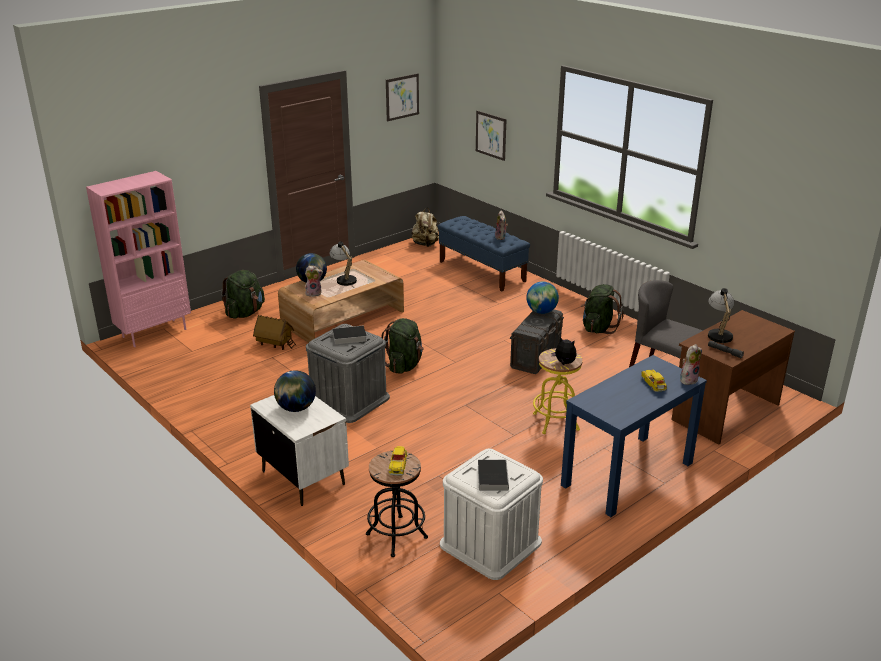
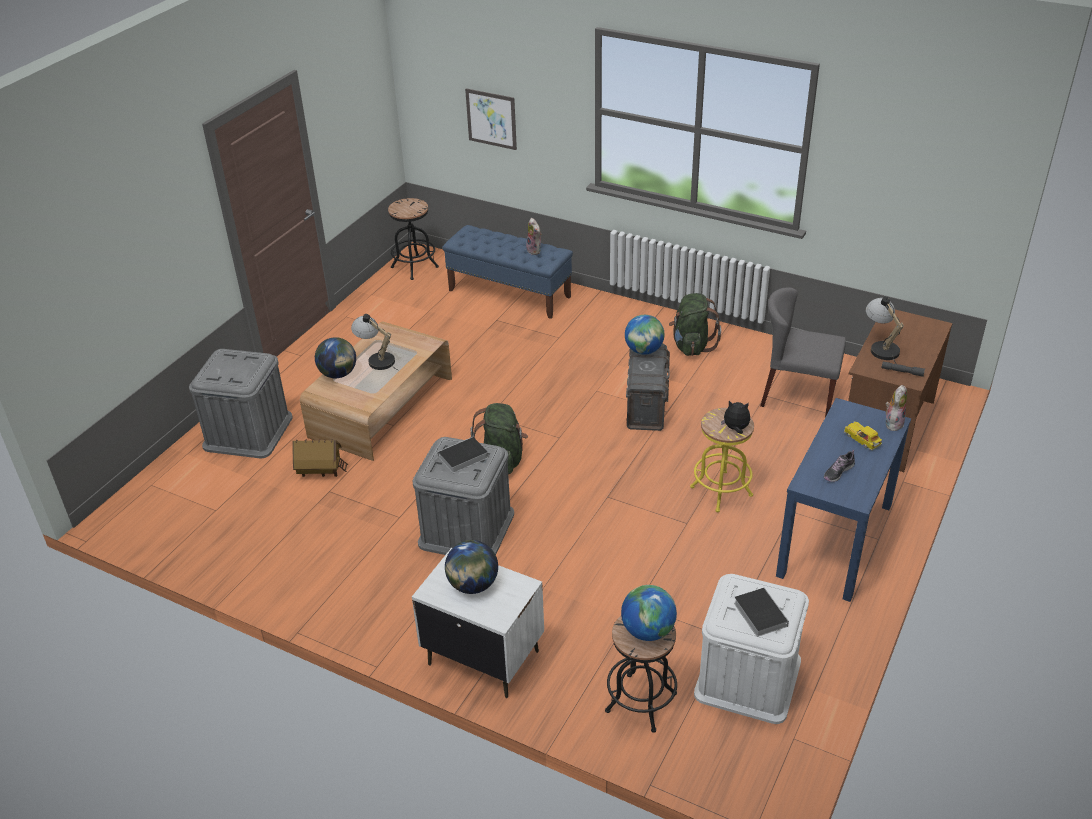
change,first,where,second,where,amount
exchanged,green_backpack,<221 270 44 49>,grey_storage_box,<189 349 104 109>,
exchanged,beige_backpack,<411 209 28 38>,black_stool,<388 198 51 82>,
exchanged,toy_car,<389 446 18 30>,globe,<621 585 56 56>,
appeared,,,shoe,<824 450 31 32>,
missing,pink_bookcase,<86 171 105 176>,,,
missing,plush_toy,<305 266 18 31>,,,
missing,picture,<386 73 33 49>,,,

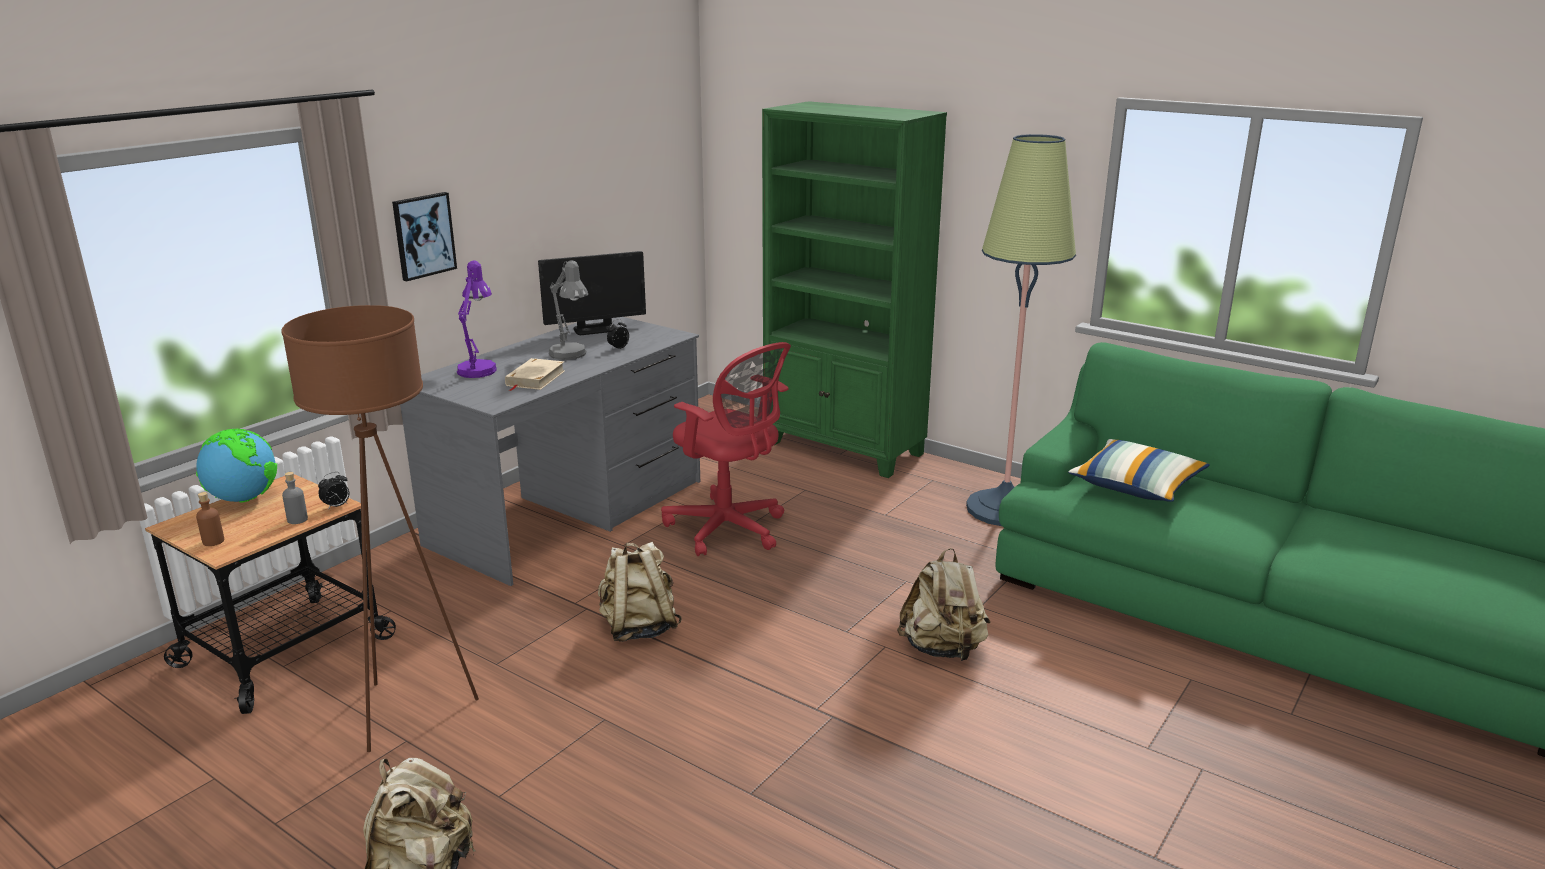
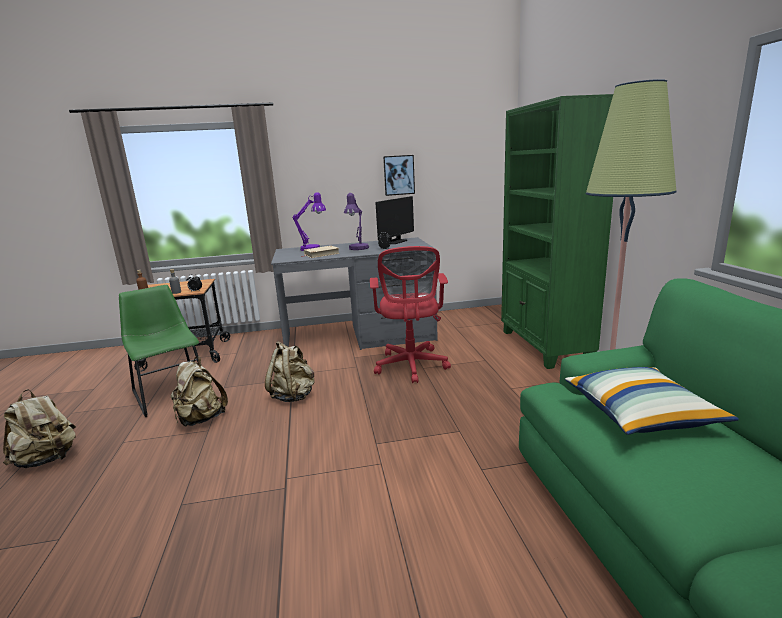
change,first,where,second,where,amount
exchanged,brown_floor_lamp,<281 305 198 447>,green_chair,<119 285 83 132>,
relocated,beige_backpack,<897 548 93 113>,,<171 356 57 71>,
colour,grey_table_lamp,<549 261 39 99>,purple_table_lamp,<344 193 25 57>,
spun,monitor,<538 251 108 84>,,<376 196 38 48>,75 degrees counterclockwise
relocated,picture,<392 192 65 89>,,<383 155 32 41>,
missing,globe,<196 429 81 74>,,,

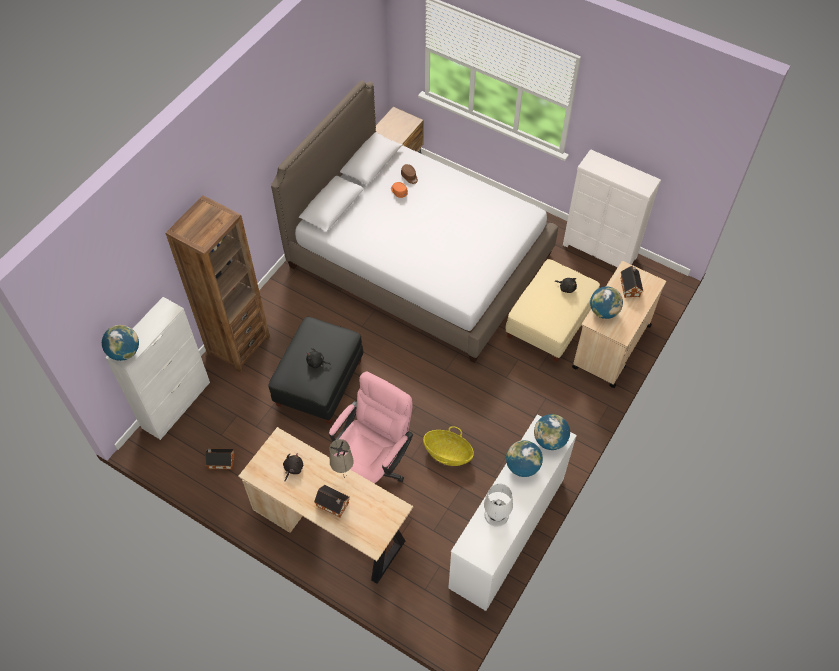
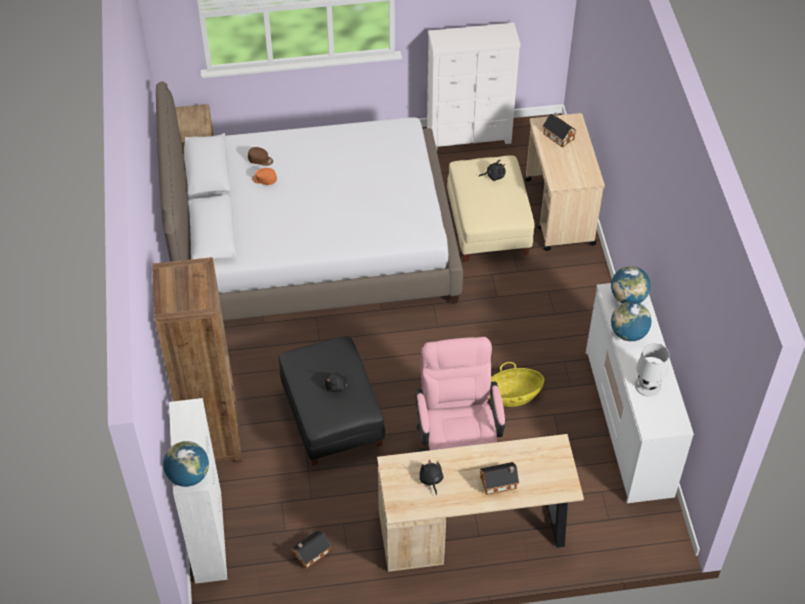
change,first,where,second,where,amount
missing,beige_table_lamp,<329 439 25 38>,,,
missing,globe,<590 286 33 33>,,,

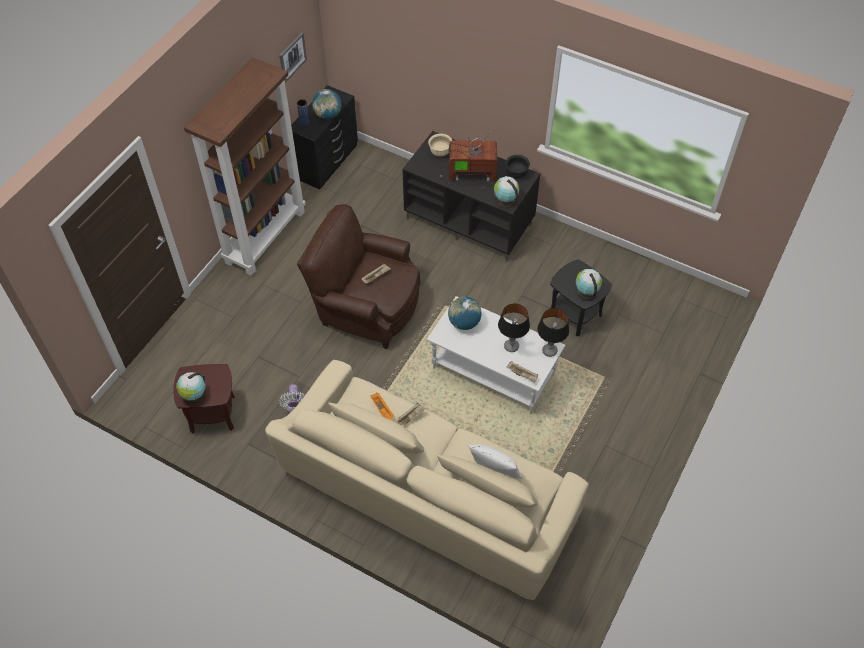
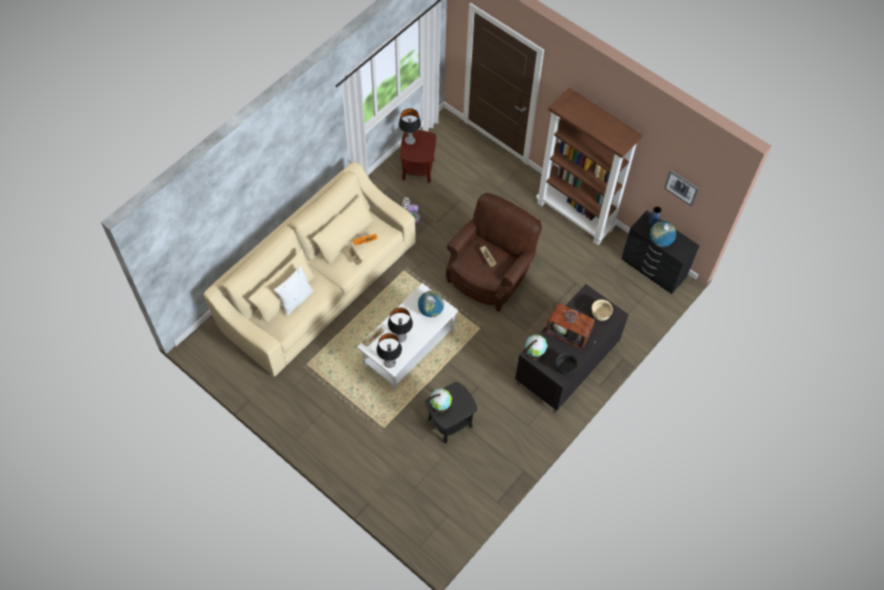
change,first,where,second,where,amount
exchanged,globe,<176 372 30 32>,table_lamp,<399 108 22 37>,
spun,television,<440 128 57 61>,,<545 303 51 46>,105 degrees clockwise

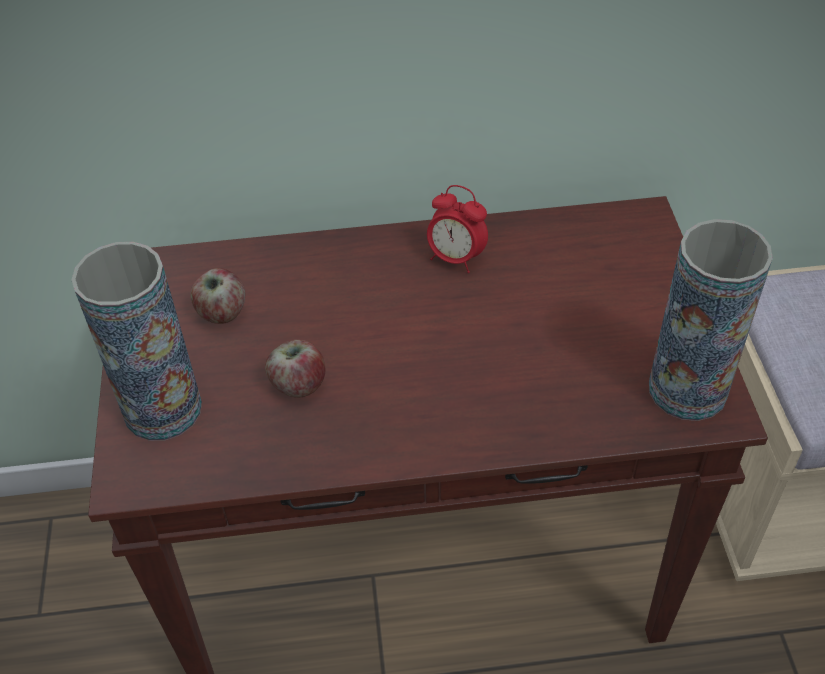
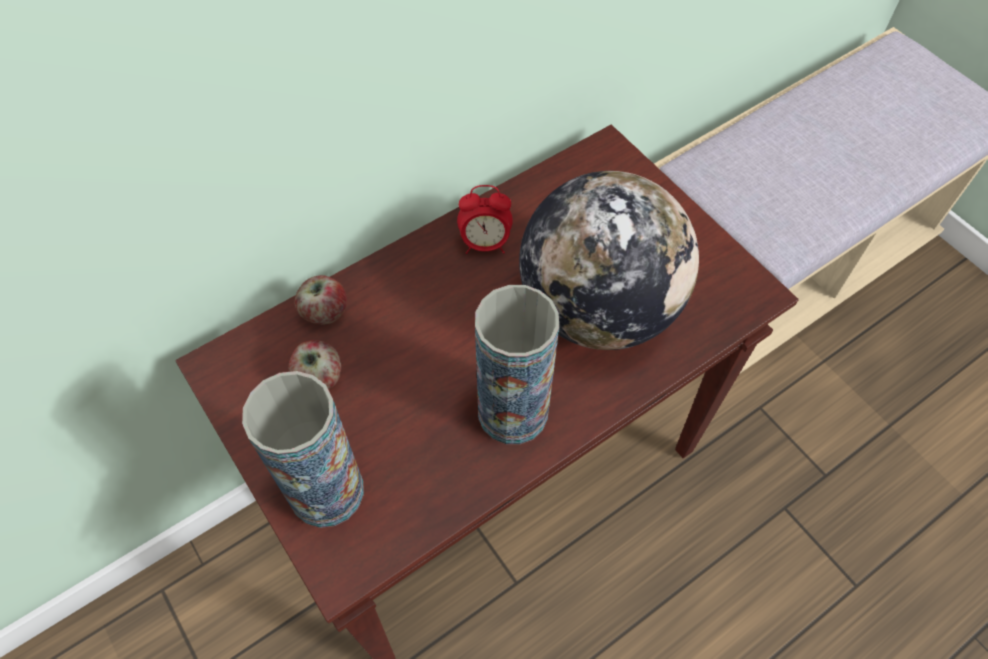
change,first,where,second,where,amount
relocated,apple,<265 340 60 58>,,<295 275 52 50>,
relocated,vase,<649 219 124 202>,,<475 285 84 159>,
appeared,,,globe,<519 171 180 179>,

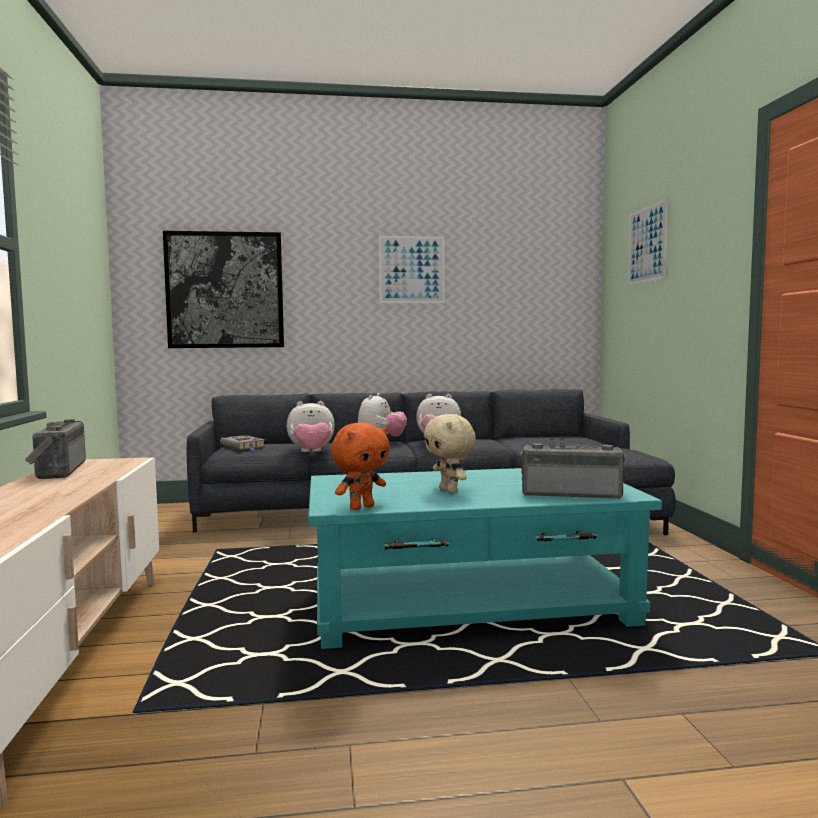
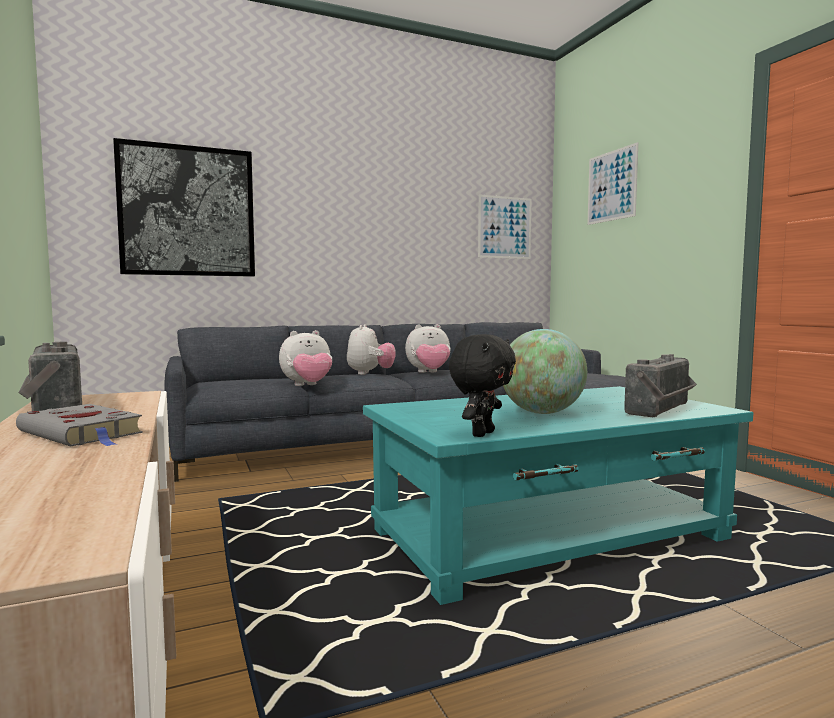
change,first,where,second,where,amount
relocated,grey_book,<220 435 46 15>,,<16 404 127 43>,
colour,orange_plush_toy,<331 423 59 87>,black_plush_toy,<449 334 67 103>,
relocated,picture,<379 236 66 67>,,<478 194 54 65>,
exchanged,beige_plush_toy,<424 414 52 79>,globe,<503 329 84 85>,
spun,radio,<520 441 105 58>,,<624 354 73 63>,135 degrees clockwise

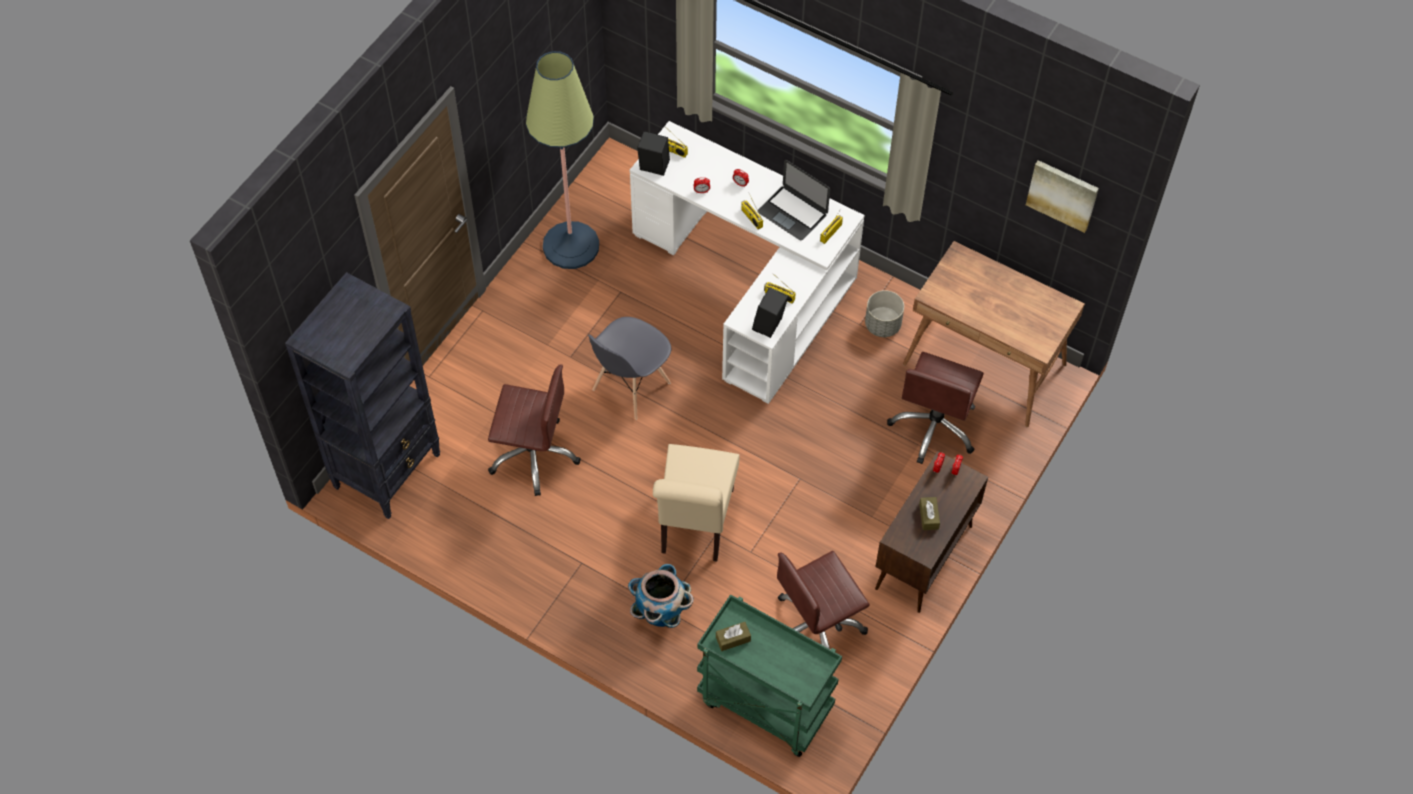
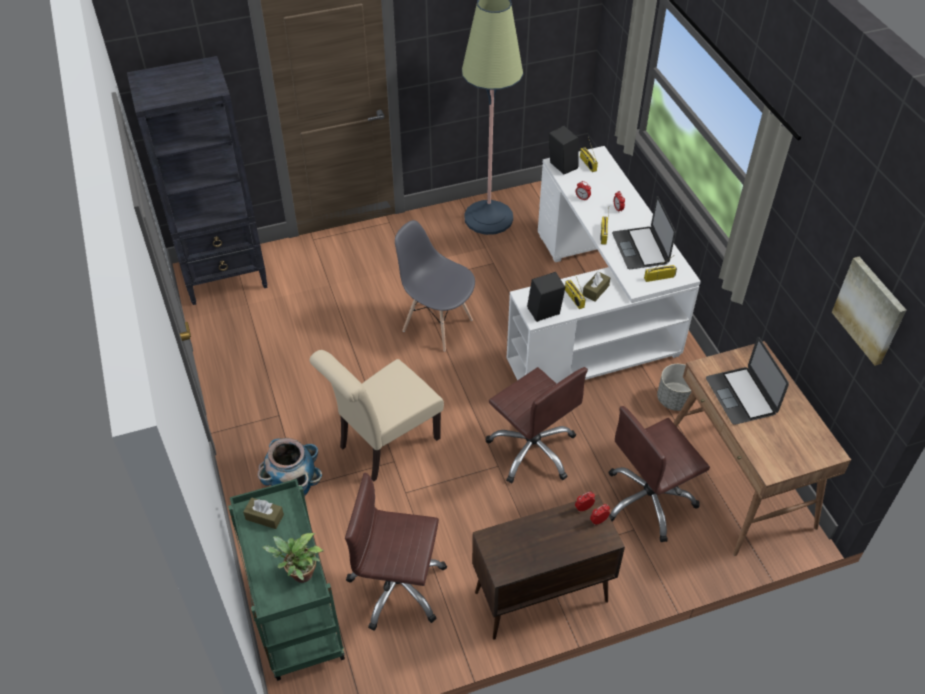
change,first,where,second,where,amount
appeared,,,potted_plant,<262 533 62 50>,
spun,grey_chair,<588 317 83 103>,,<395 220 80 132>,45 degrees clockwise
relocated,brown_office_chair,<488 364 93 132>,,<485 367 103 117>,
relocated,brown_tissue_box,<919 497 21 33>,,<583 272 28 29>,
appeared,,,laptop,<706 337 83 88>,

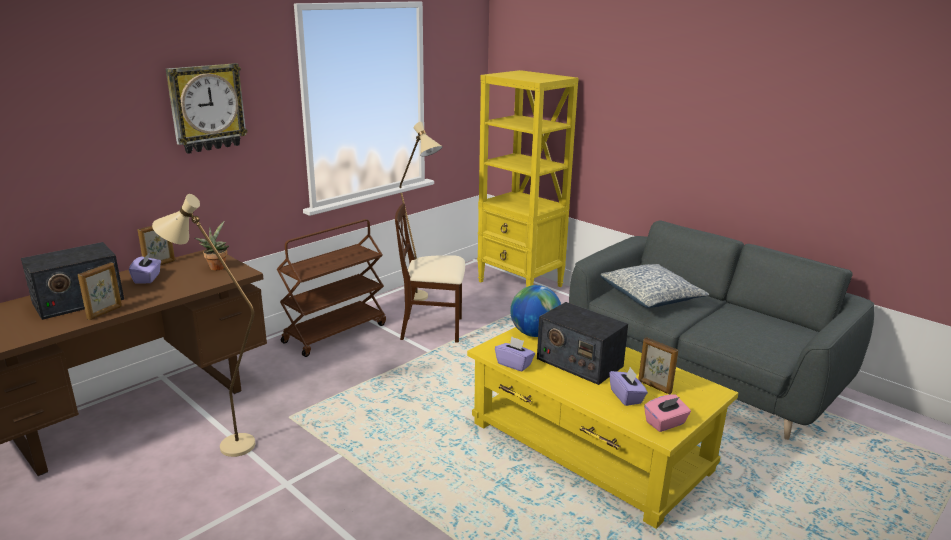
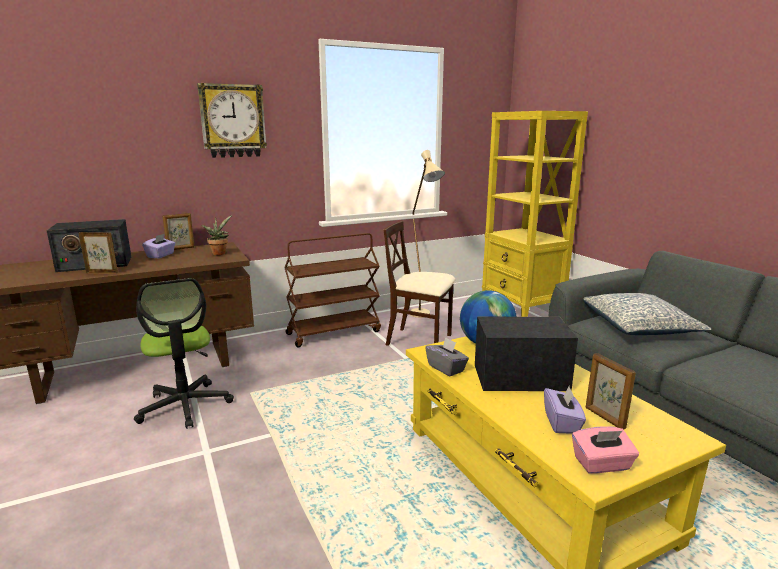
change,first,where,second,where,amount
spun,picture_frame,<78 262 44 58>,,<79 232 39 42>,135 degrees counterclockwise
exchanged,beige_floor_lamp,<152 194 103 263>,office_chair,<134 278 100 151>,
colour,purple_tissue_box,<495 336 40 35>,grey_tissue_box,<425 337 44 39>,
spun,radio,<537 302 91 83>,,<475 317 103 74>,120 degrees clockwise

